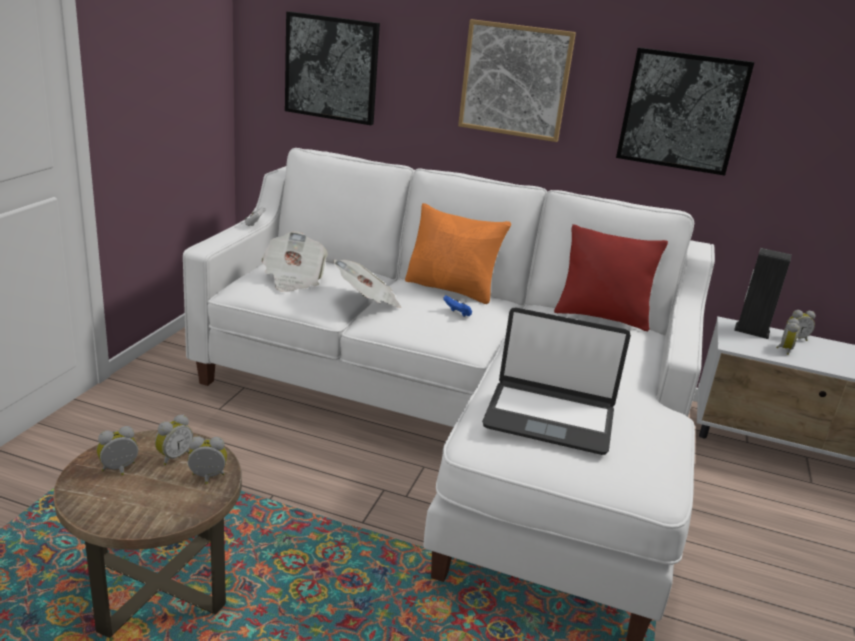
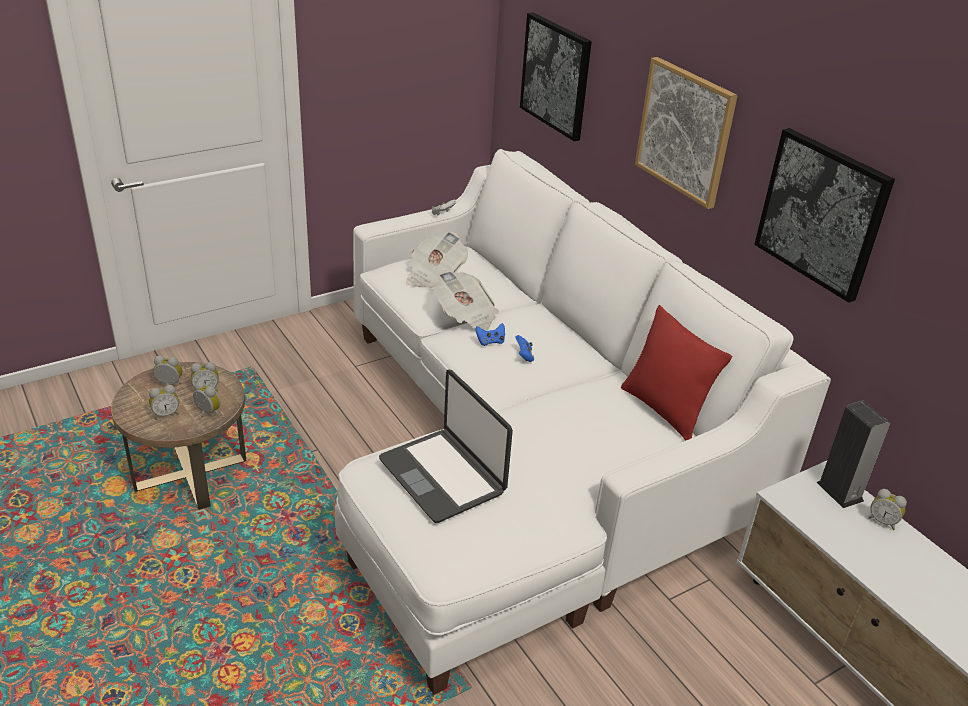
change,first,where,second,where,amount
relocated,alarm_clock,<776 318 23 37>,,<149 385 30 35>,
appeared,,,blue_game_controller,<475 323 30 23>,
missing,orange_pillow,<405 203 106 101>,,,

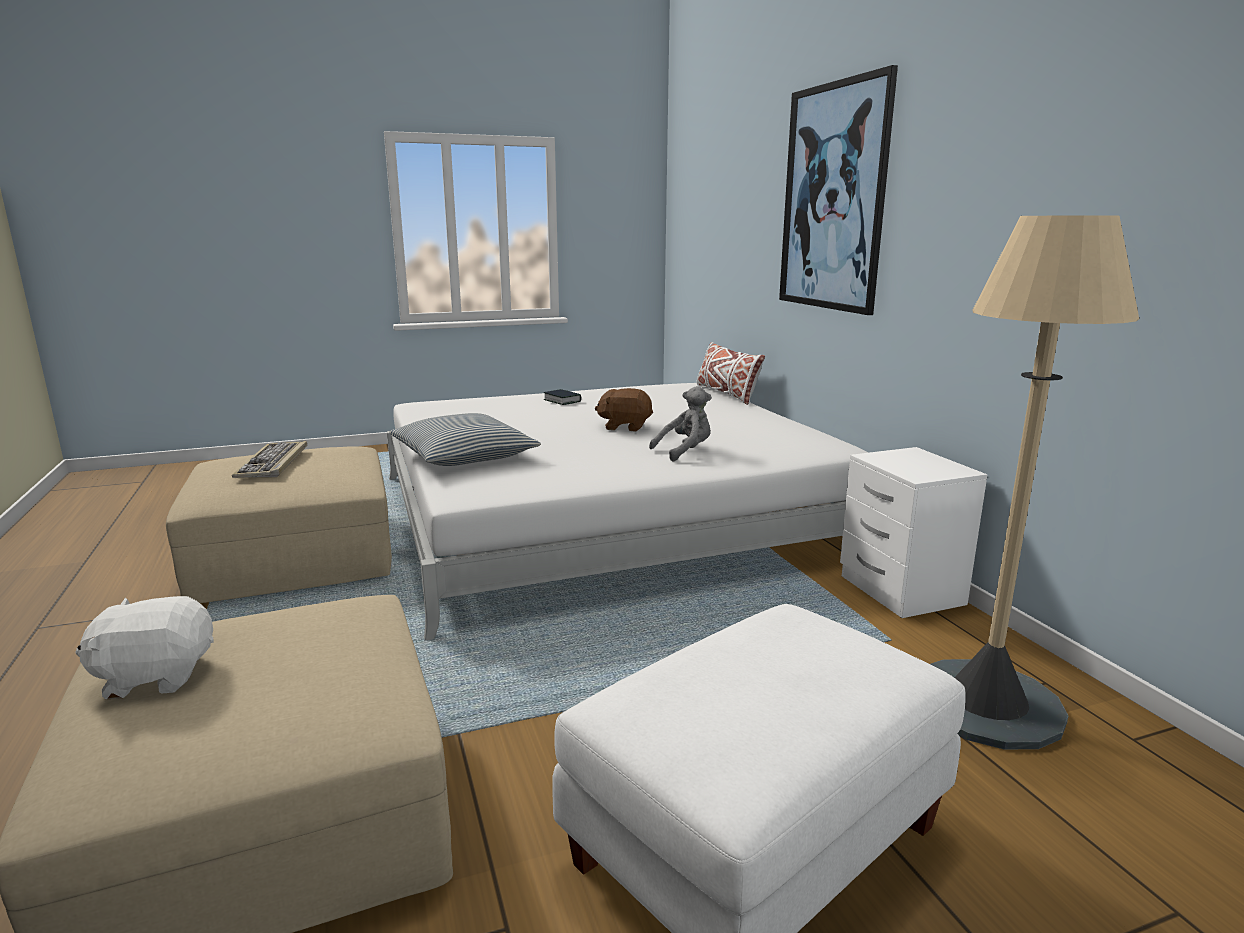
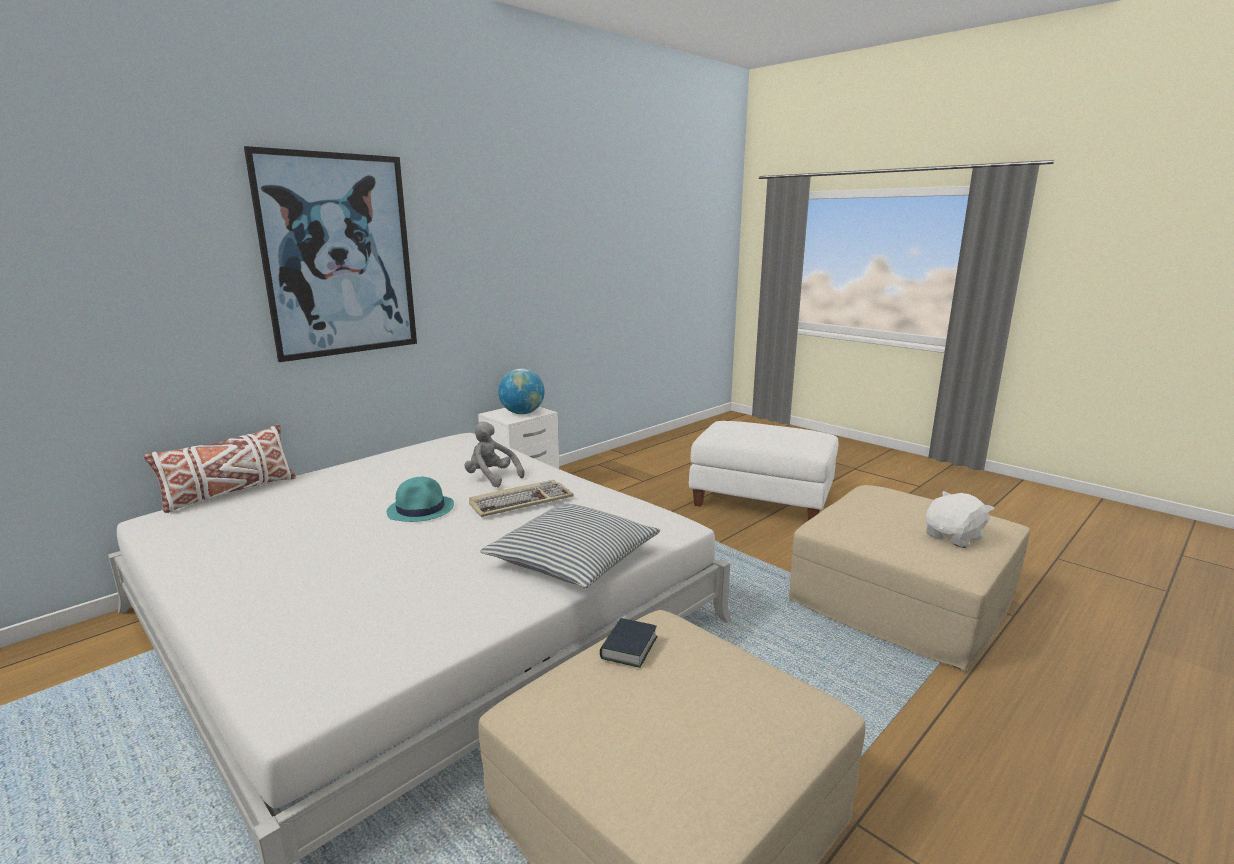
change,first,where,second,where,amount
exchanged,brown_plush_toy,<595 388 58 43>,turquoise_hat,<387 477 67 45>,
relocated,keyboard,<232 441 75 37>,,<469 480 105 37>,
appeared,,,globe,<498 368 47 46>,
relocated,book,<544 389 37 16>,,<600 618 58 49>,
spun,white_plush_toy,<75 596 139 103>,,<925 491 69 57>,90 degrees counterclockwise
missing,beige_floor_lamp,<931 215 208 534>,,,

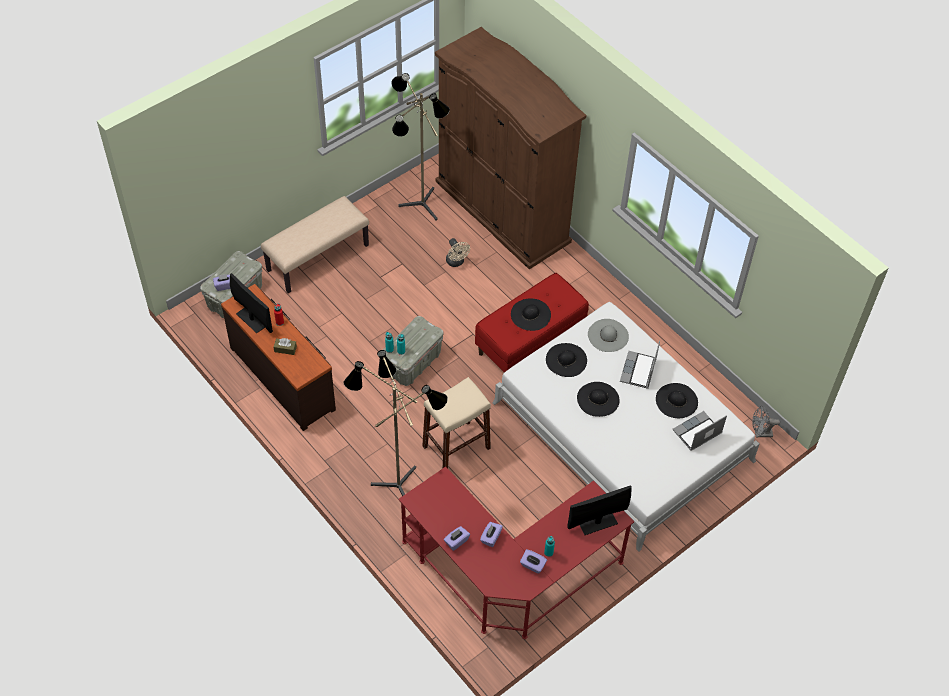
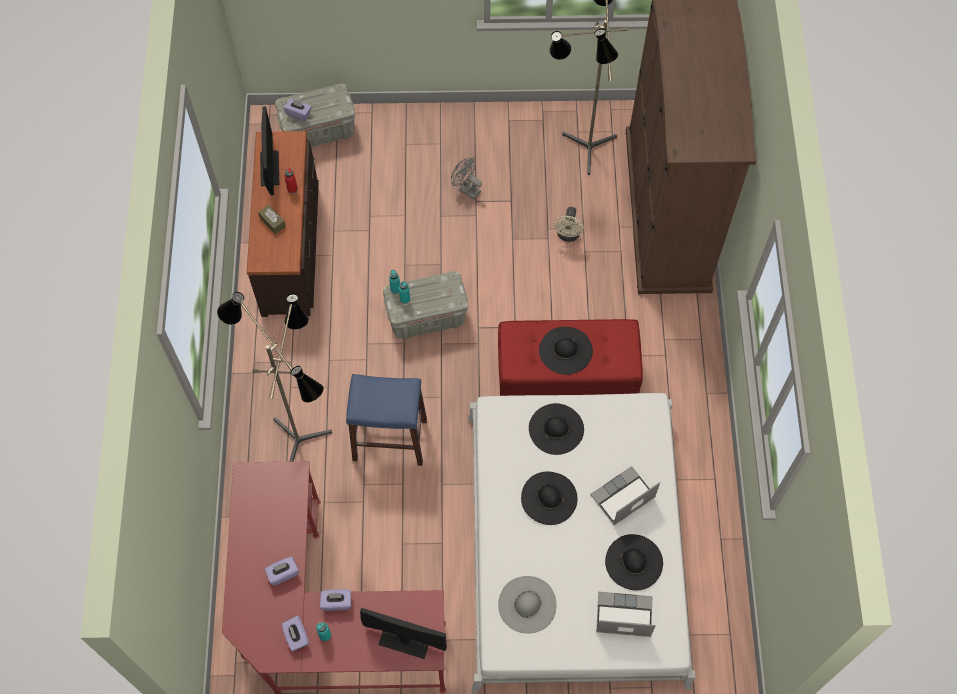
change,first,where,second,where,amount
relocated,purple_tissue_box,<444 526 26 25>,,<320 589 31 22>,
colour,beige_stool,<422 377 69 91>,blue_stool,<346 374 81 92>,
relocated,grey_fan,<752 406 28 31>,,<451 158 31 41>,
relocated,grey_hat,<588 319 41 33>,,<498 576 59 58>,
missing,beige_bench,<261 196 108 97>,,,

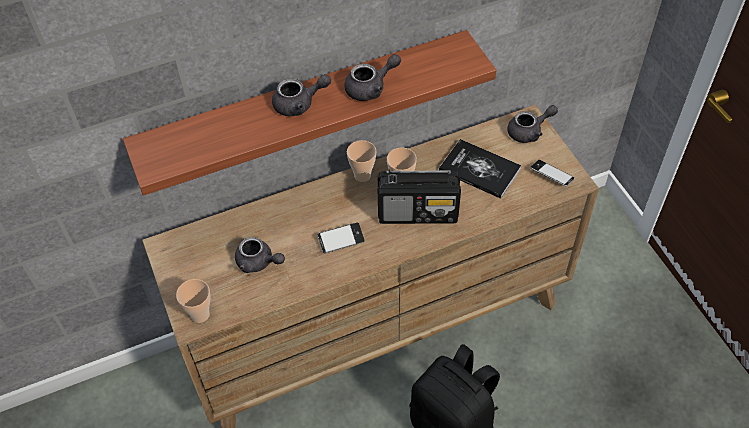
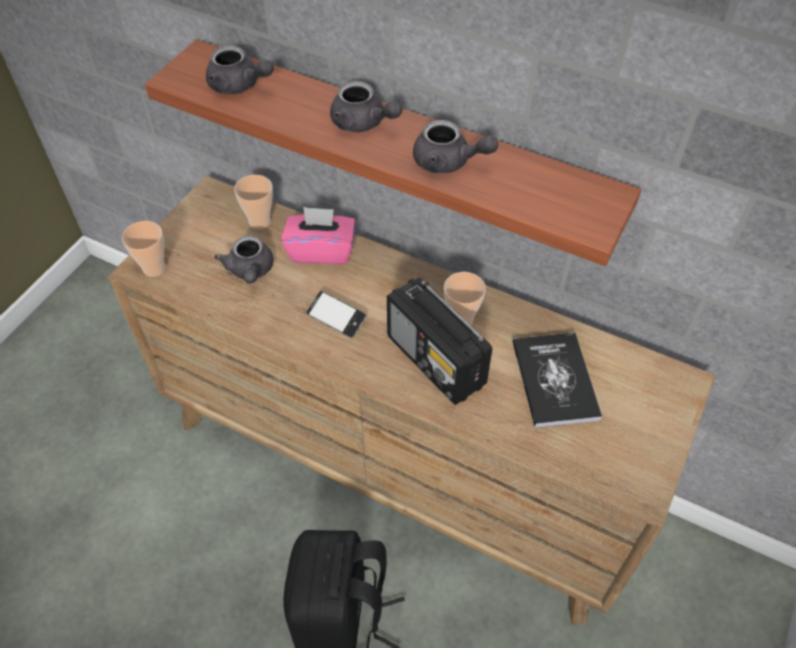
change,first,where,second,where,amount
relocated,grey_teapot,<507 105 51 38>,,<206 45 68 49>,
relocated,cup,<347 140 30 42>,,<234 175 39 54>,
appeared,,,pink_tissue_box,<281 207 75 57>,
missing,phone,<530 160 45 26>,,,

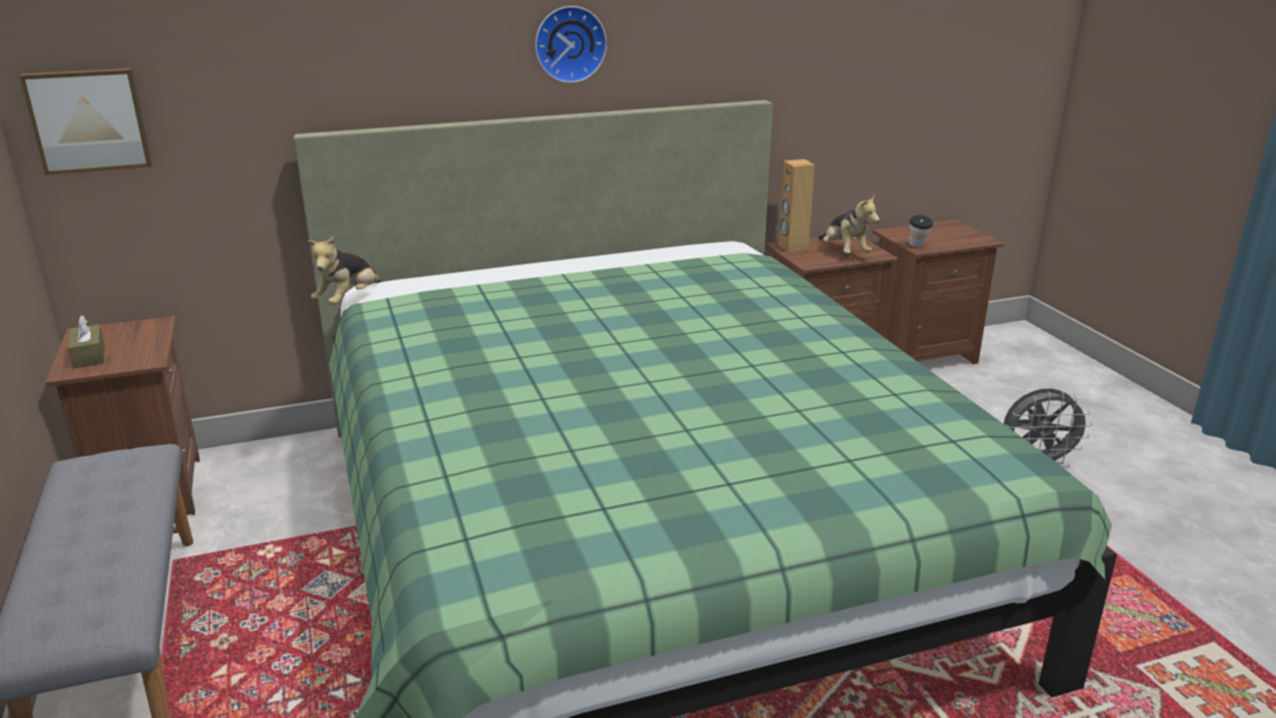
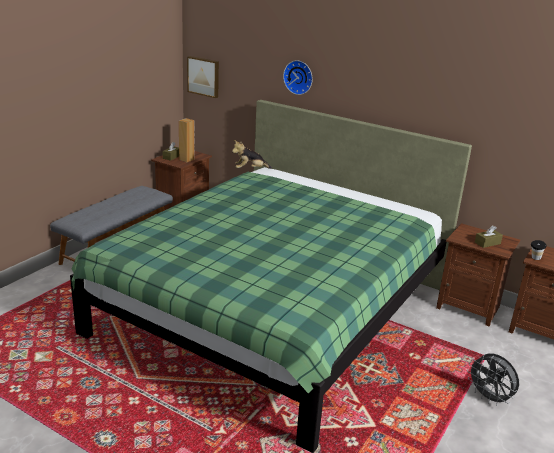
change,first,where,second,where,amount
relocated,brown_speaker,<779 159 36 94>,,<179 118 16 44>,
relocated,wall_clock,<535 6 72 77>,,<283 60 30 35>,
exchanged,plush_toy,<818 194 62 60>,brown_tissue_box,<475 225 28 23>,

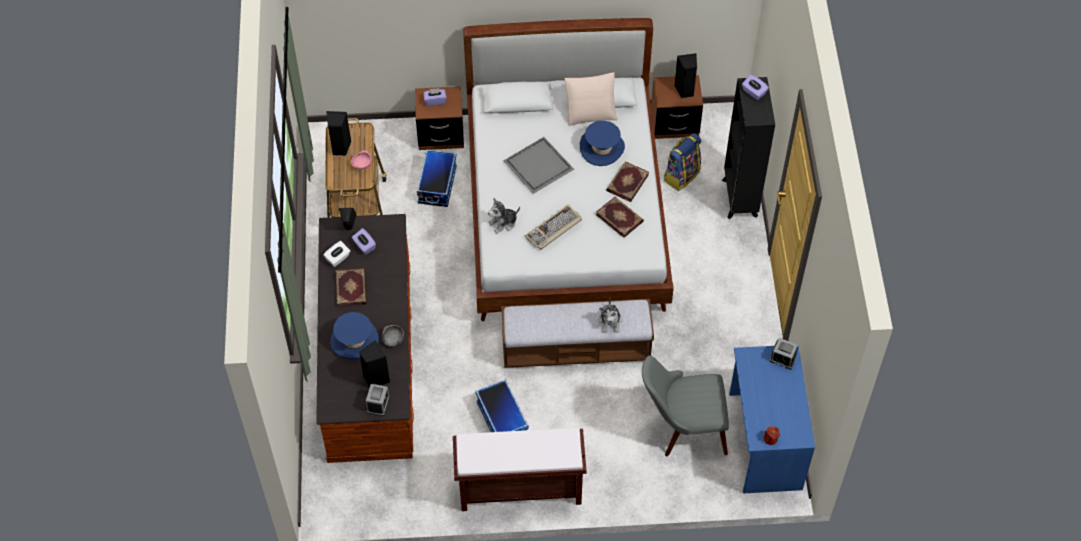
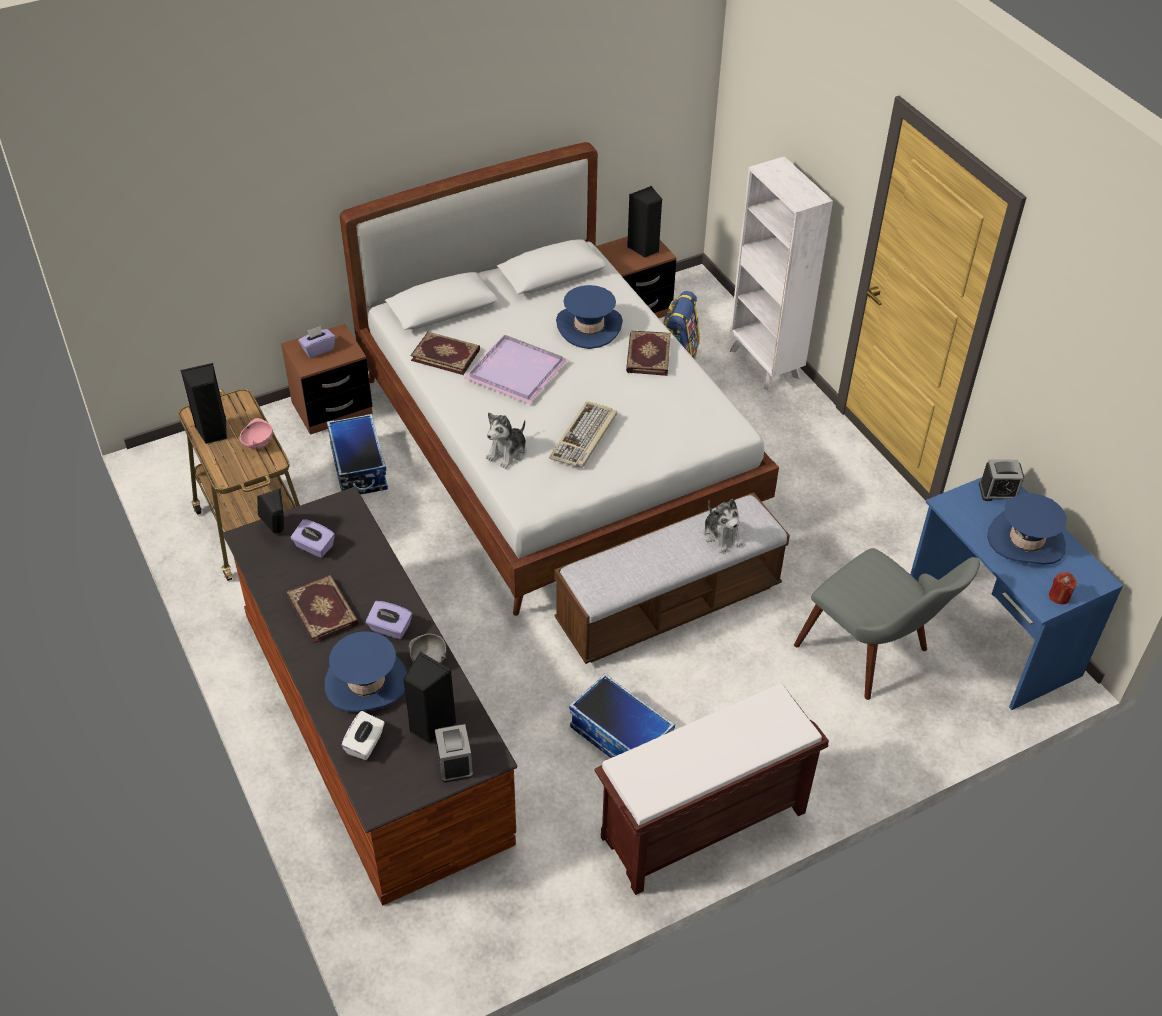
change,first,where,second,where,amount
relocated,white_tissue_box,<323 241 27 26>,,<341 711 44 49>,
relocated,purple_tissue_box,<742 74 27 26>,,<366 601 46 38>,
relocated,book,<596 197 48 41>,,<411 332 69 43>,
colour,grey_tray,<503 137 71 57>,purple_tray,<464 335 105 69>,
colour,black_bookcase,<722 77 53 142>,white_bookcase,<730 156 103 234>,
spun,grey_chair,<642 355 87 101>,,<794 548 186 152>,105 degrees counterclockwise
appeared,,,blue_hat,<987 493 80 72>,
missing,beige_pillow,<564 72 54 54>,,,

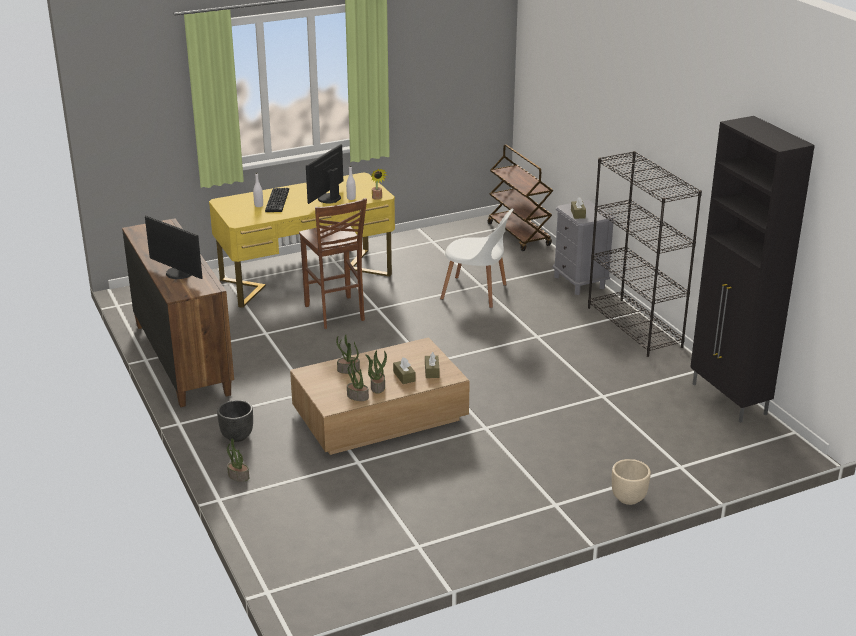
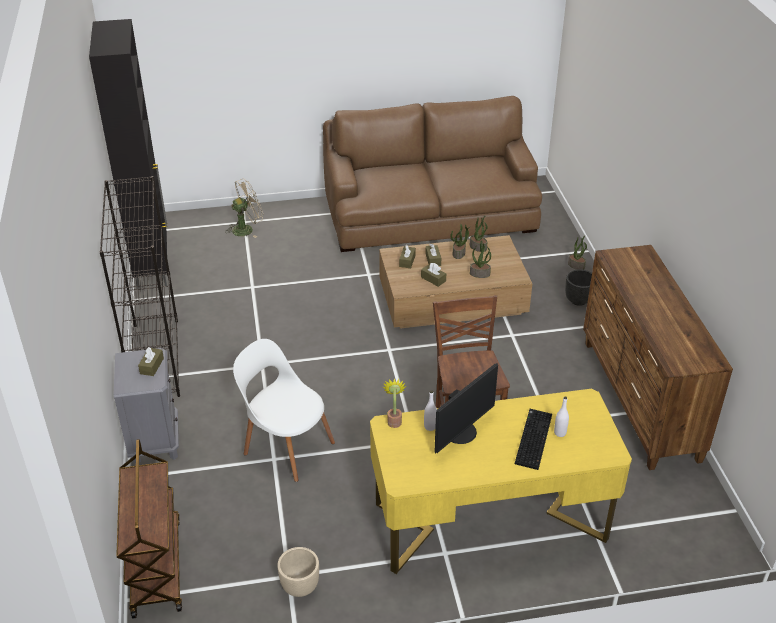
change,first,where,second,where,amount
appeared,,,beige_fan,<225 179 38 59>,
relocated,beige_planter,<612 459 39 46>,,<277 547 42 50>,
appeared,,,brown_sofa,<323 96 219 156>,
appeared,,,brown_tissue_box,<421 263 25 24>,
missing,monitor,<145 215 58 64>,,,

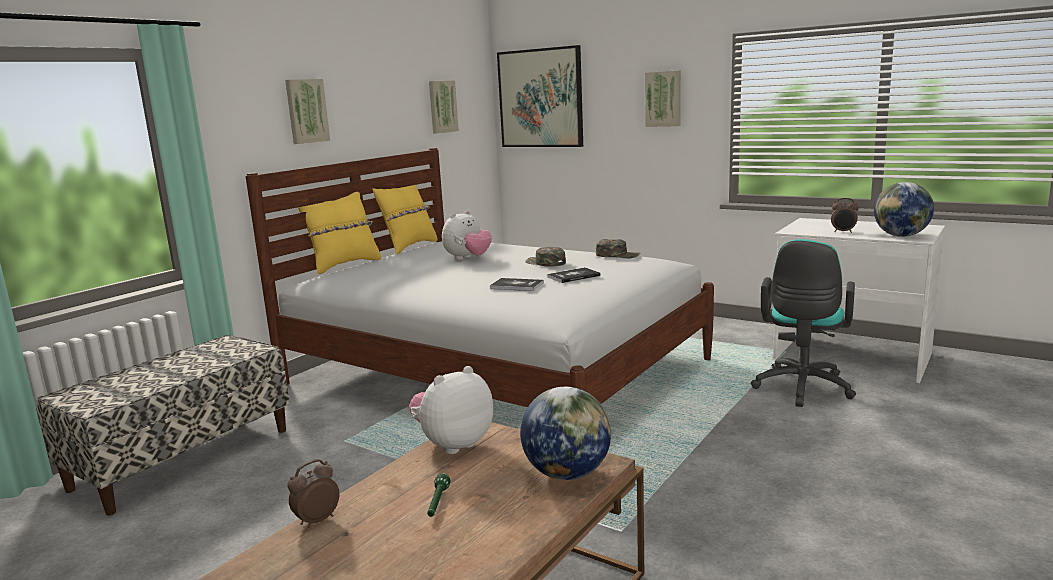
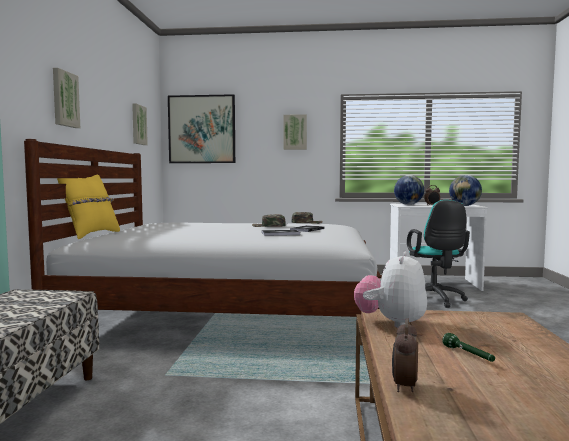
change,first,where,second,where,amount
relocated,globe,<520 387 91 93>,,<394 175 30 30>,
missing,yellow_pillow,<373 185 65 69>,,,
missing,plush_toy,<442 210 50 50>,,,

